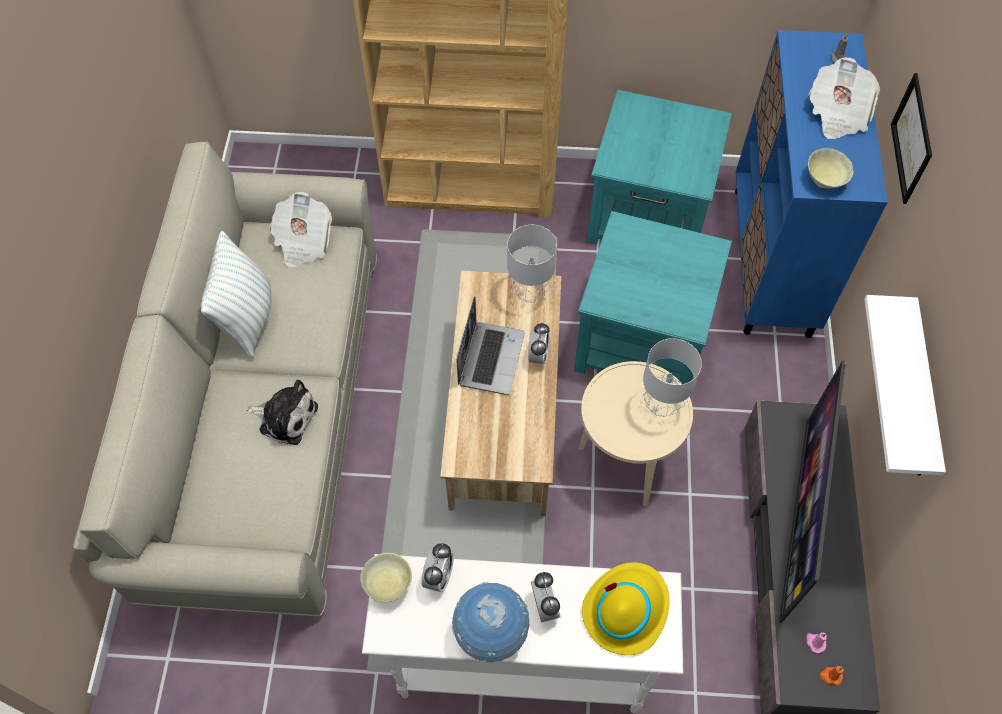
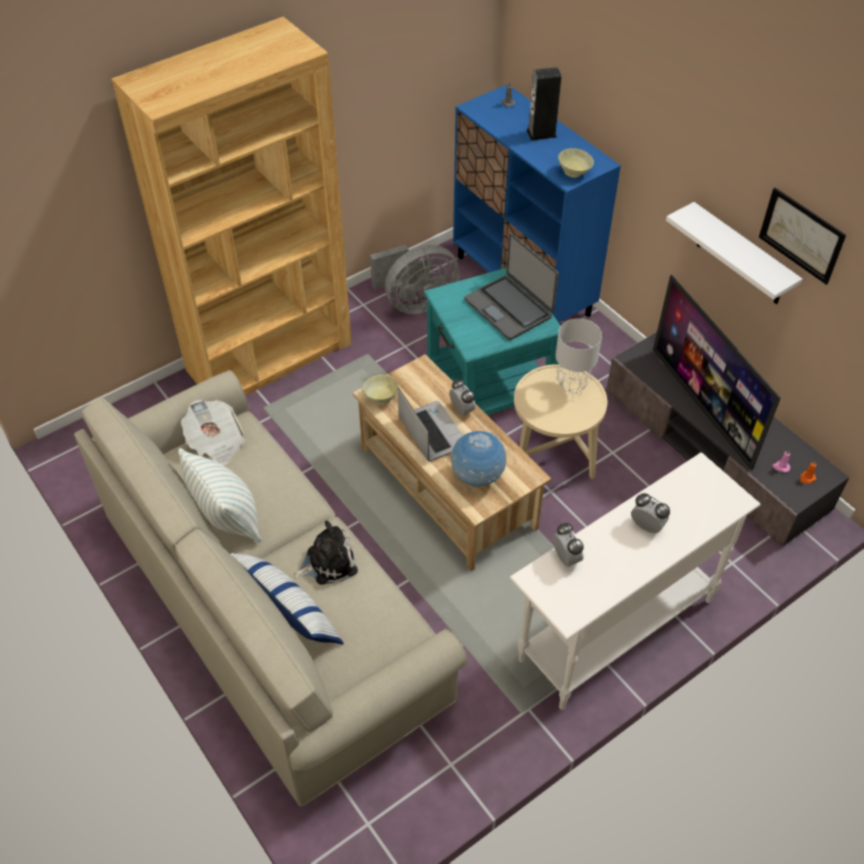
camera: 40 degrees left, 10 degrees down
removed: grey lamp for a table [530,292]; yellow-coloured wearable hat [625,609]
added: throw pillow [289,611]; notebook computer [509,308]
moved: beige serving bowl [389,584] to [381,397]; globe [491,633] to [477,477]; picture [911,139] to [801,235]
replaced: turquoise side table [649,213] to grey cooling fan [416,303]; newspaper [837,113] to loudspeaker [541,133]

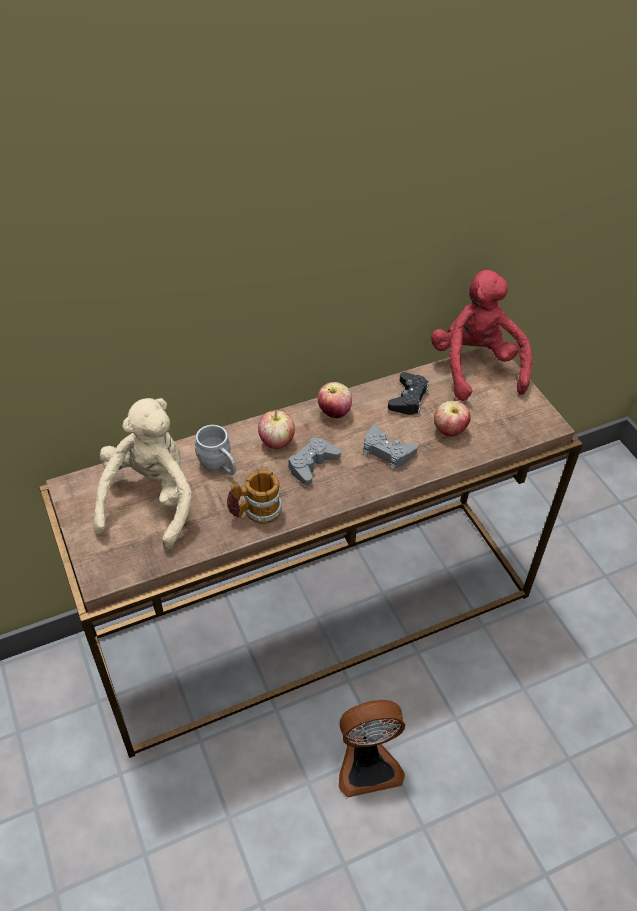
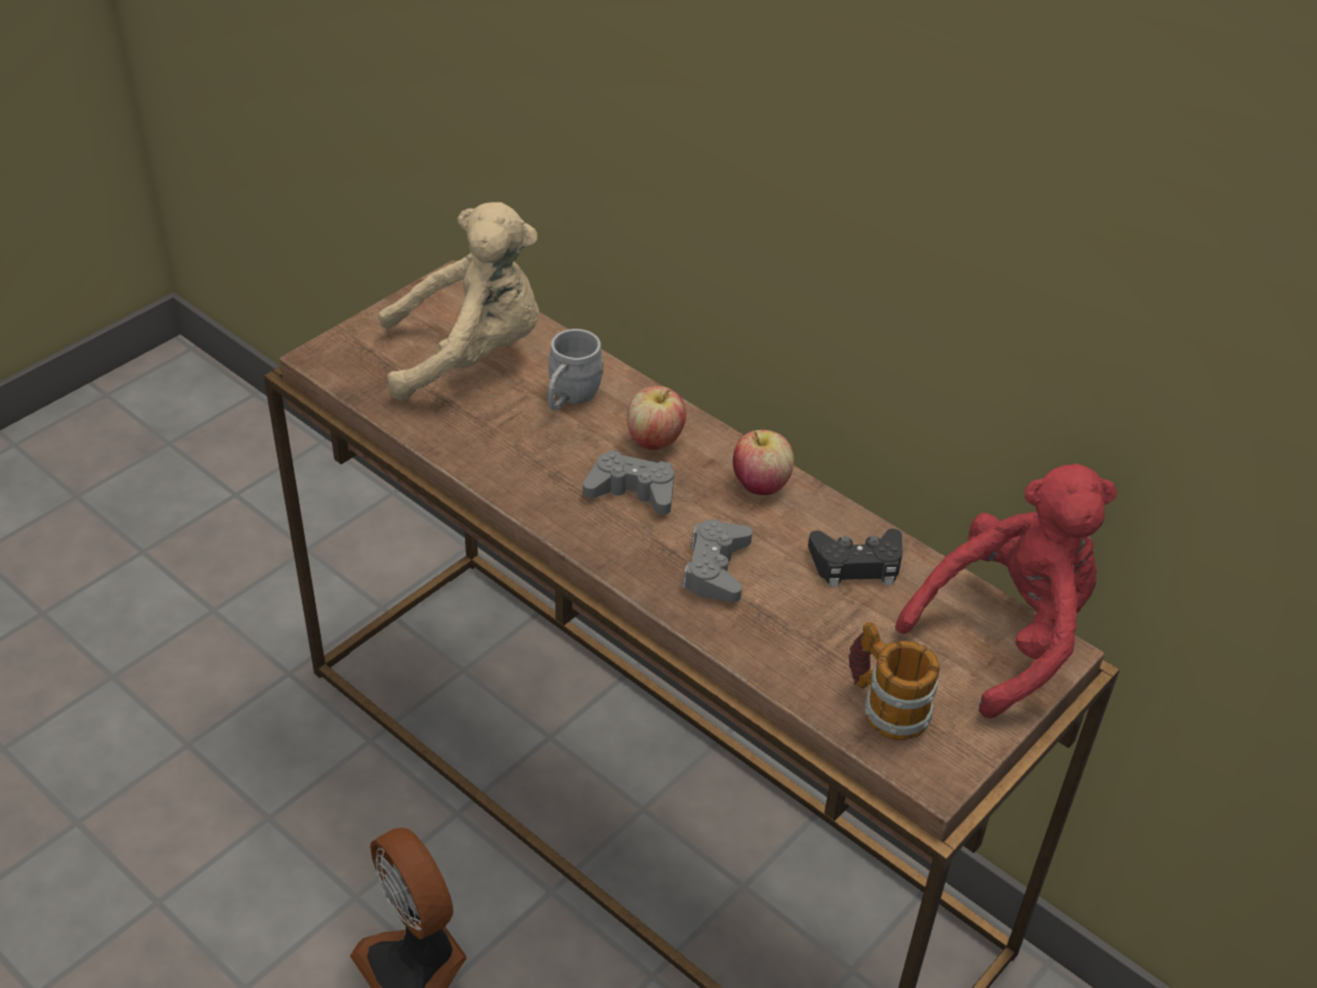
camera: 65 degrees right, 5 degrees down
removed: whole apple [449,430]
moved: coffee mug [255,512] to [885,706]

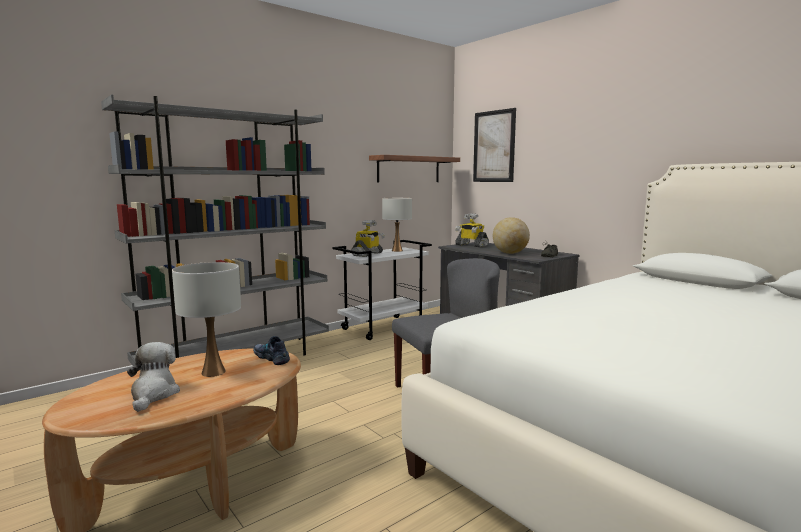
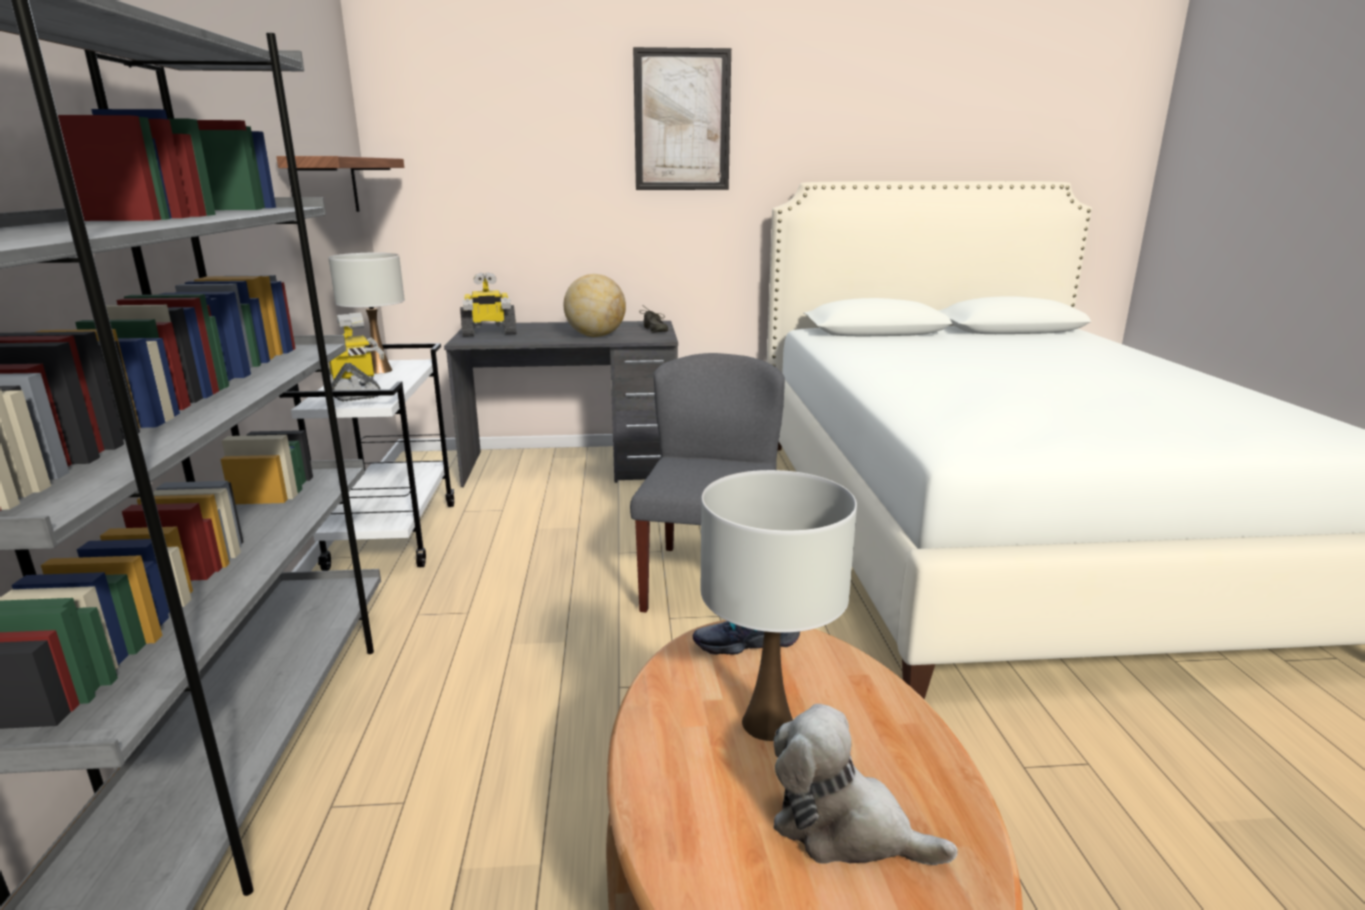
camera: 55 degrees left, 10 degrees up
moved: picture [494,146] to [682,121]

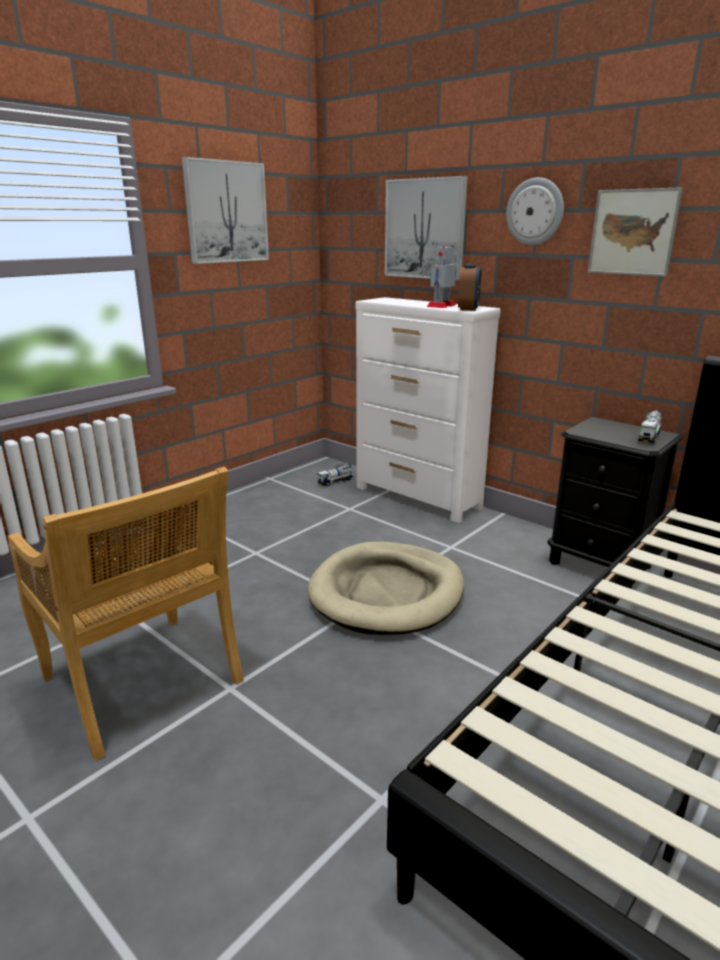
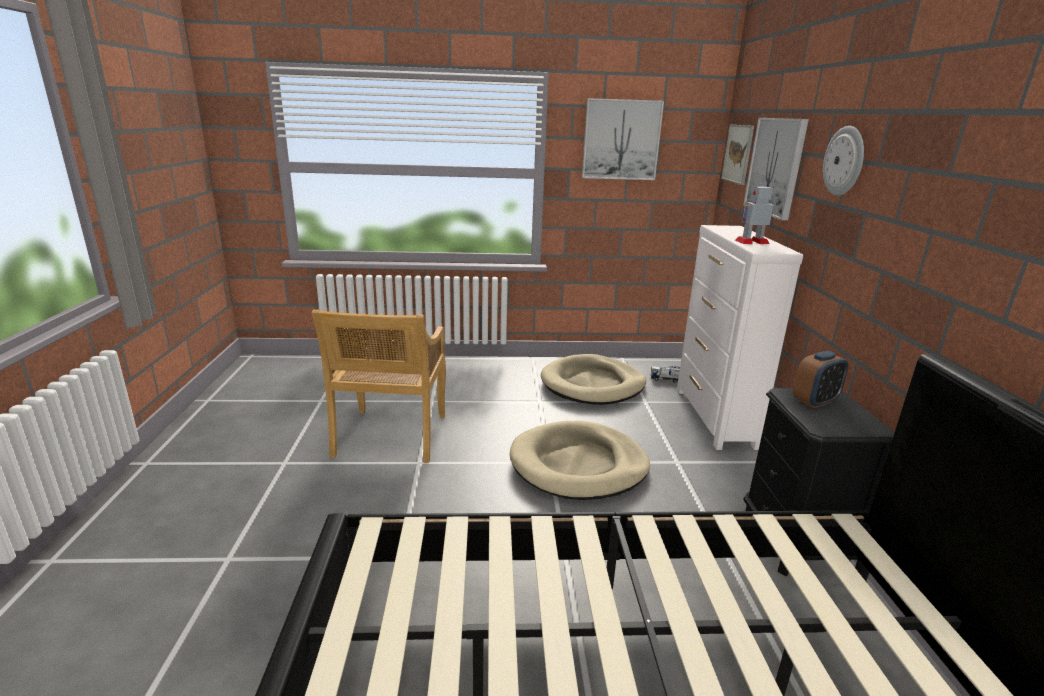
camera: 45 degrees right, 0 degrees up
removed: toy truck [649,436]
added: beige dog bed [593,384]
moved: alarm clock [468,309] to [815,401]; picture [633,232] to [738,154]

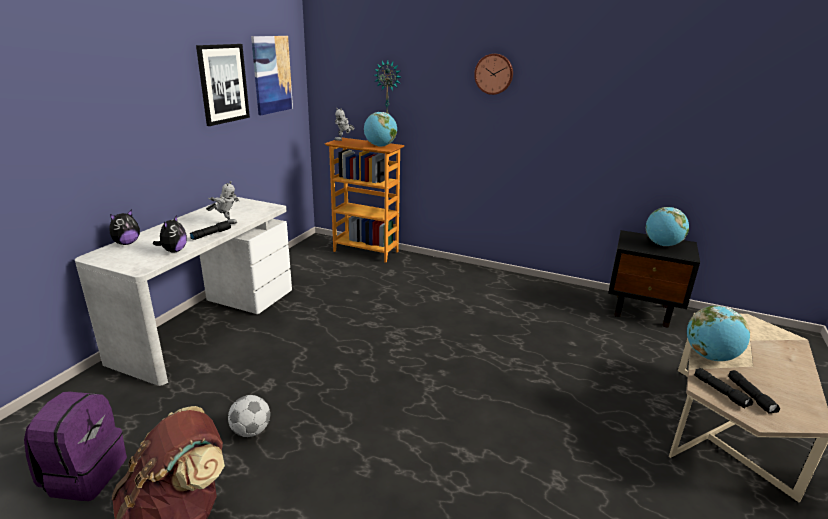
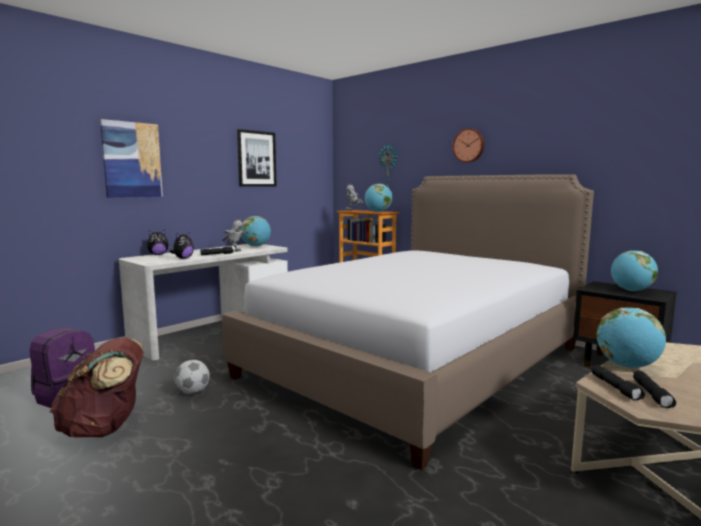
camera: 20 degrees right, 15 degrees down
added: sleeping bed [417,362]; globe [256,246]
moved: picture [272,74] to [132,160]

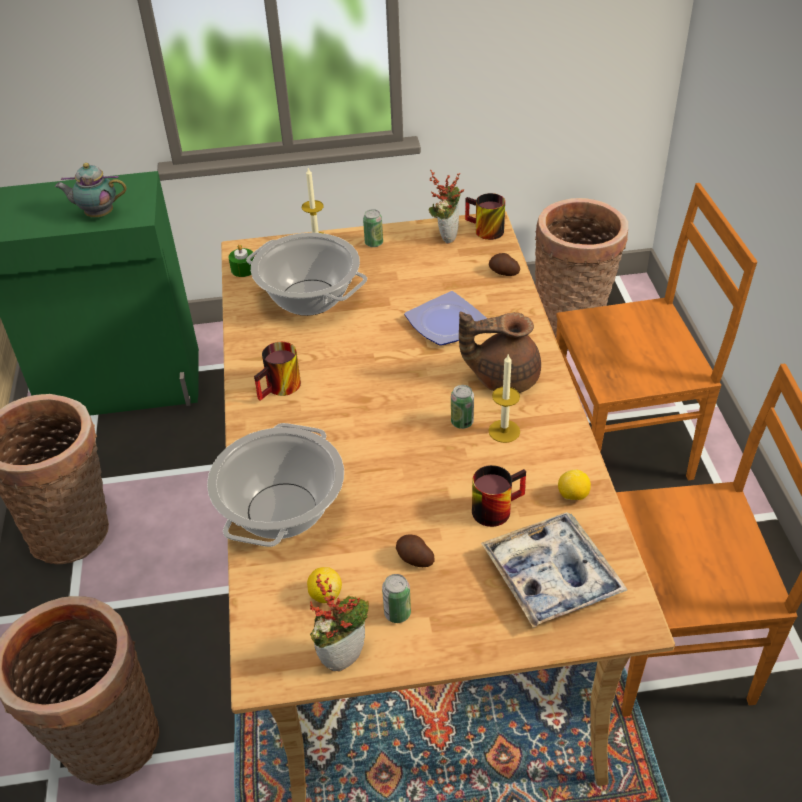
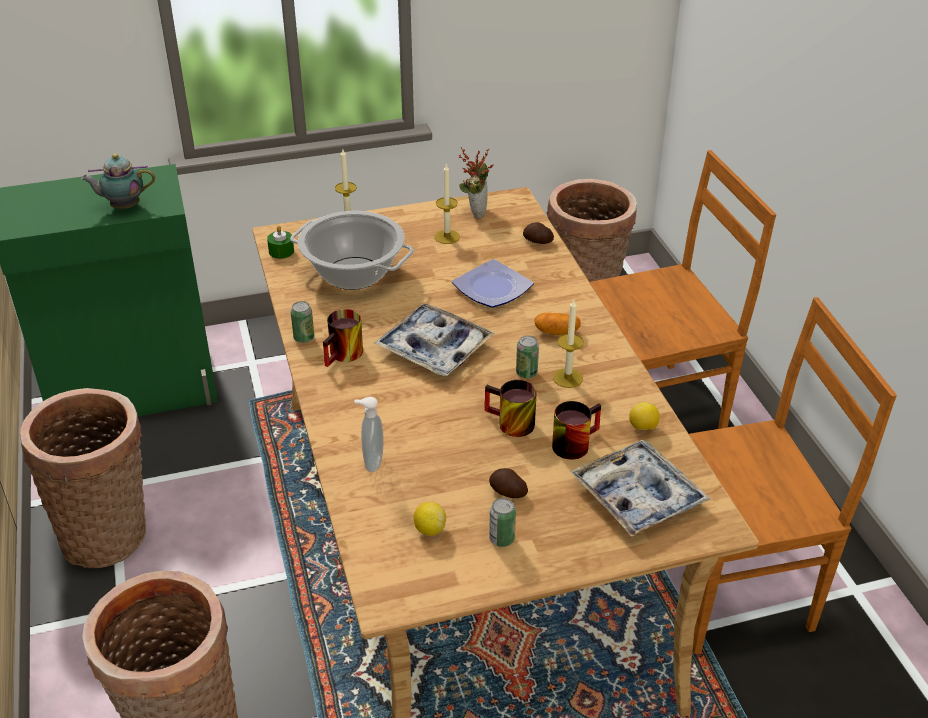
camera: 10 degrees left, 5 degrees down
removed: houseplant [343,654]
added: carrying tray [434,348]; wax light [447,237]
moved: metal can [374,243] to [304,338]; coffee mug [483,231] to [509,424]
replaced: cooking pot [282,511] to soap bottle [371,462]; brown teapot [503,377] to potato [556,332]

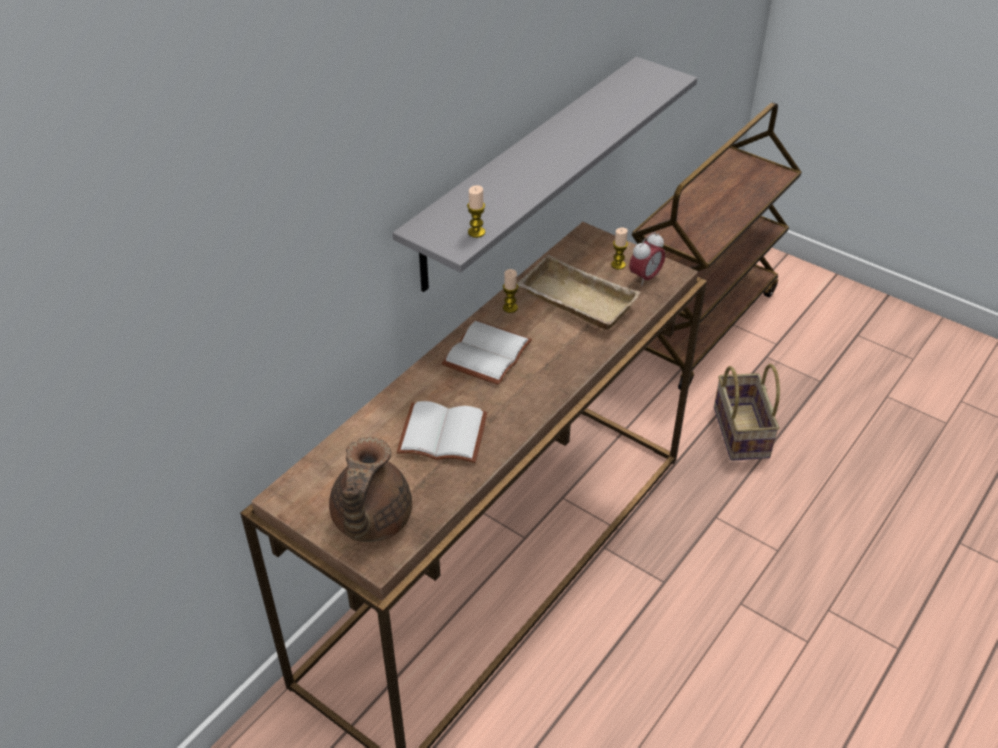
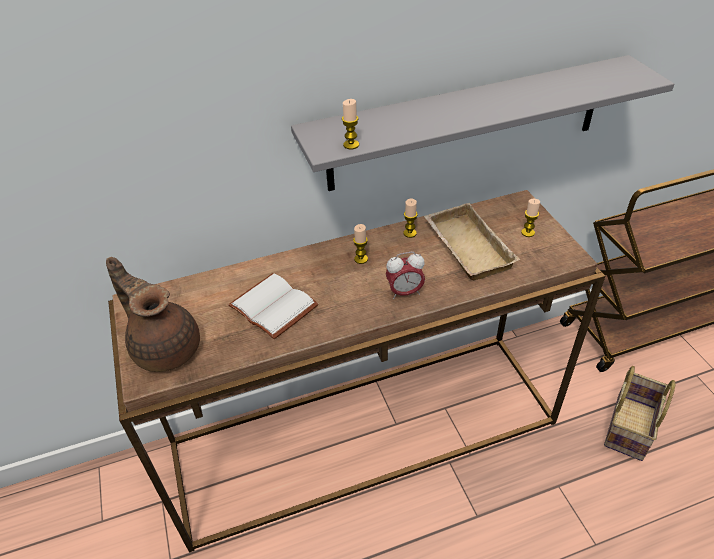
camera: 35 degrees right, 0 degrees up
moved: alarm clock [645,278] to [404,292]
replaced: white bound book [485,352] to wax light [361,259]
turned: brown teapot [370,520] = [165,347] 90 degrees clockwise

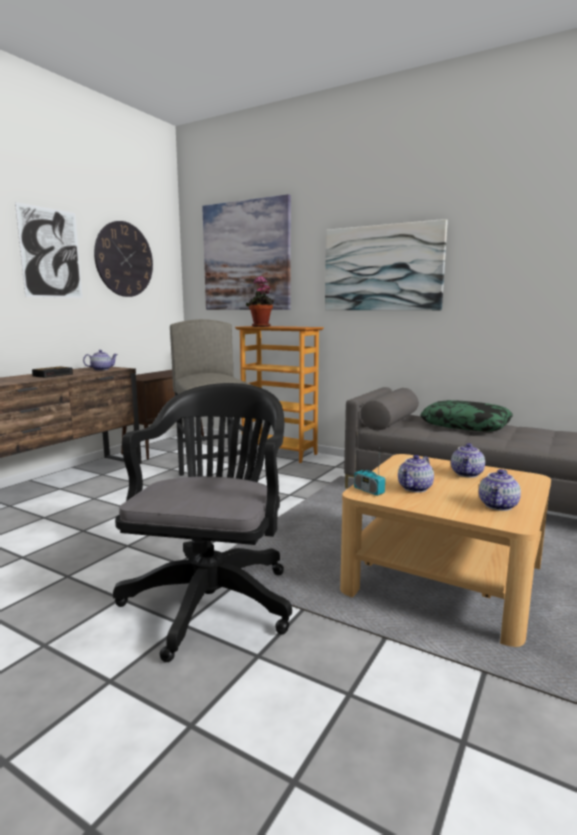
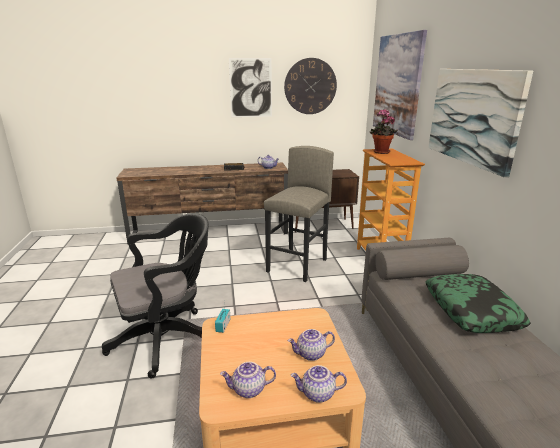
camera: 50 degrees right, 10 degrees up
moved: teapot [415,488] to [317,394]

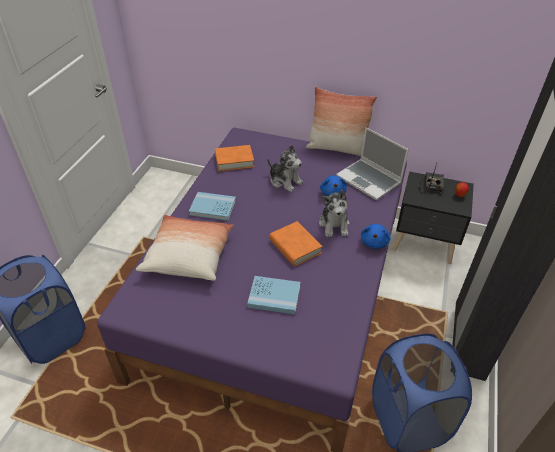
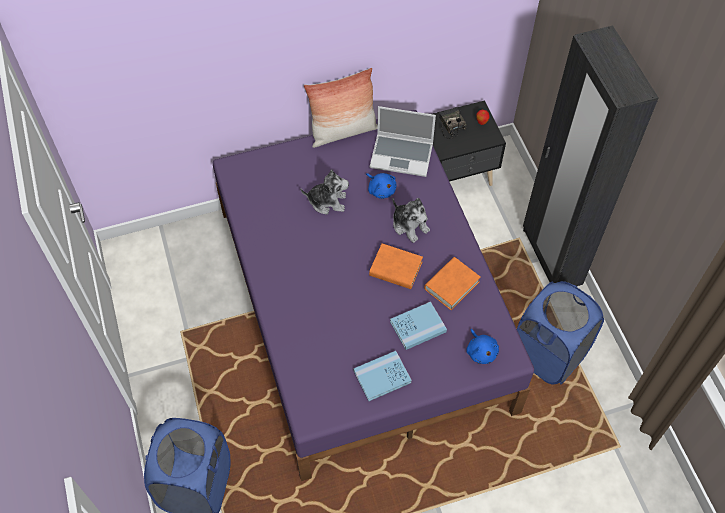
camera: 35 degrees left, 15 degrees up
removed: throw pillow [188,256]
moved: blue-coloured bound book [212,207] to [382,377]; orange-coloured bound book [234,160] to [451,285]; blue-coloured soft toy [374,242] to [481,351]

